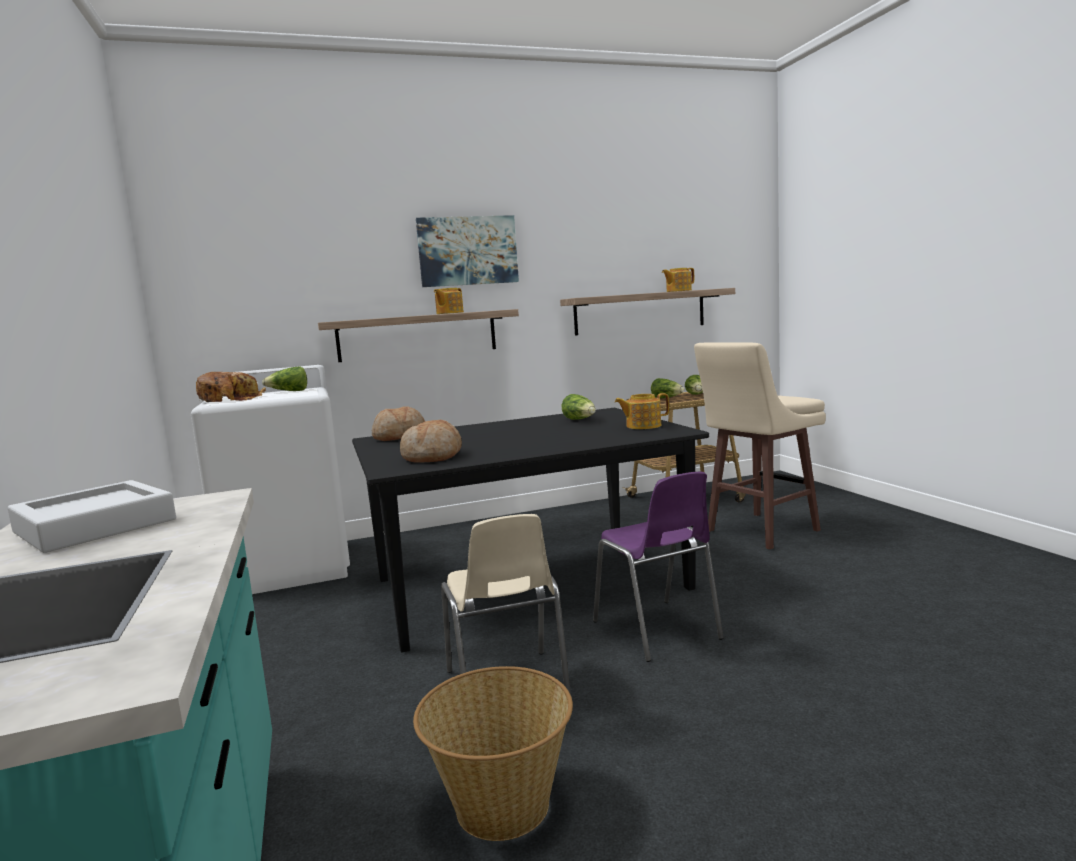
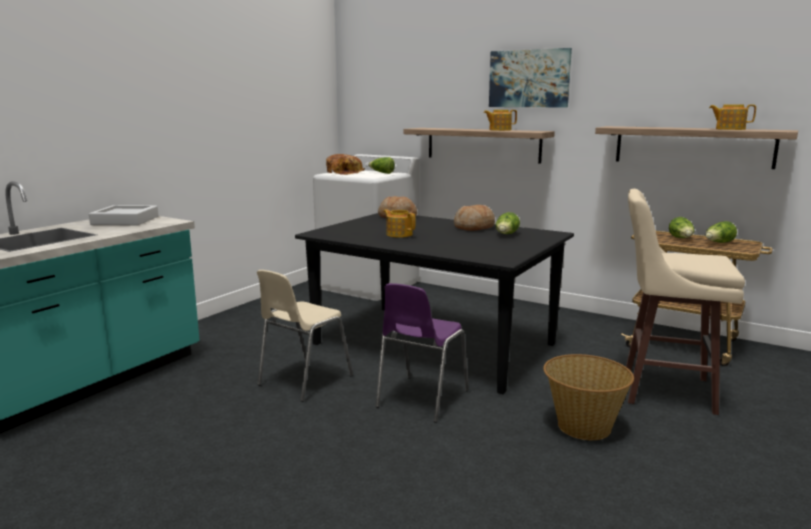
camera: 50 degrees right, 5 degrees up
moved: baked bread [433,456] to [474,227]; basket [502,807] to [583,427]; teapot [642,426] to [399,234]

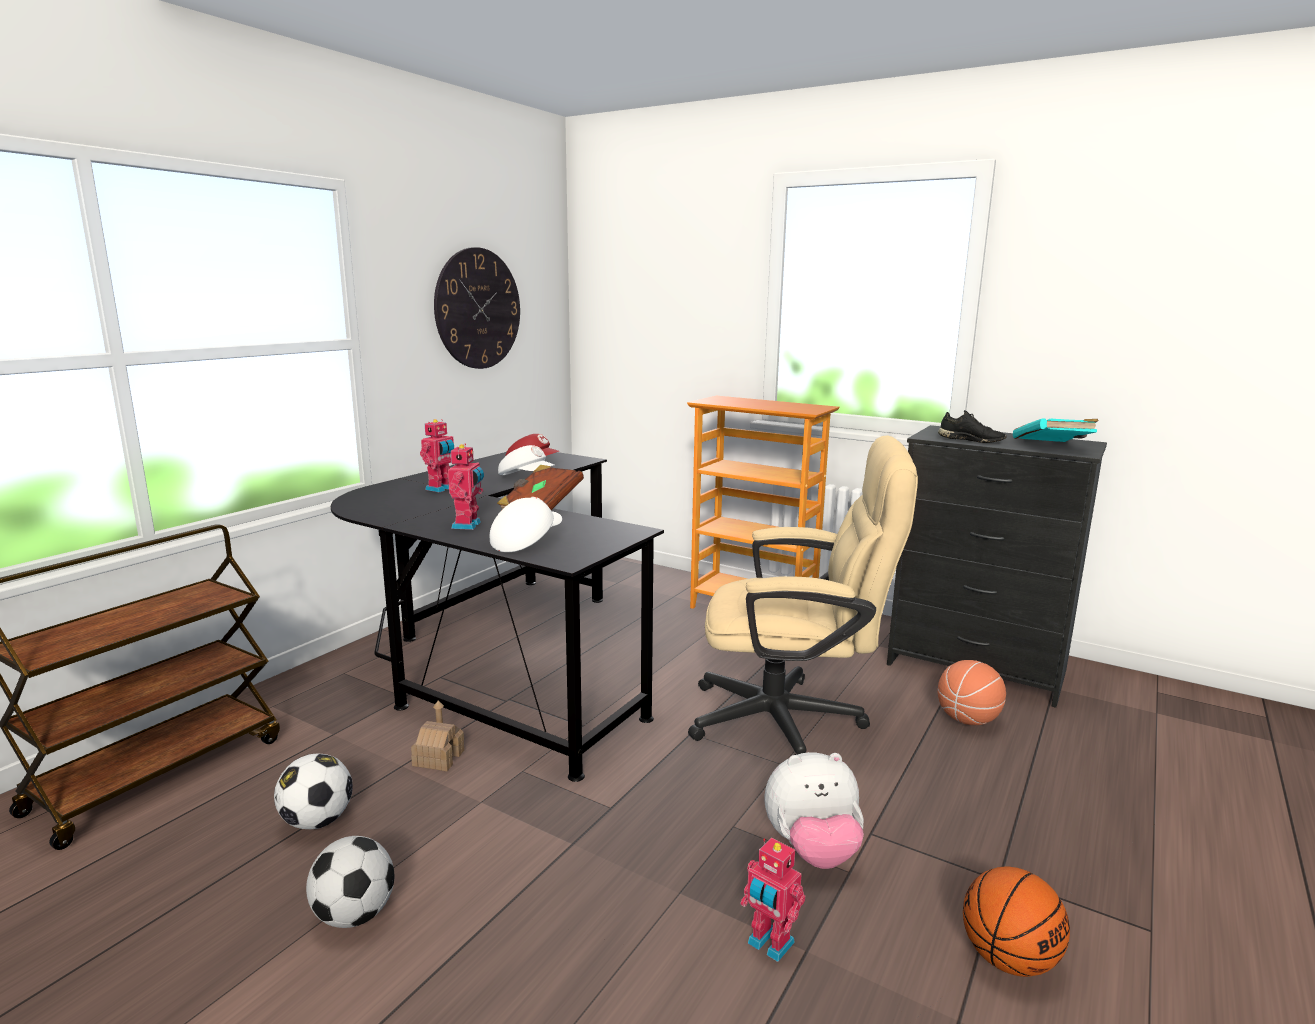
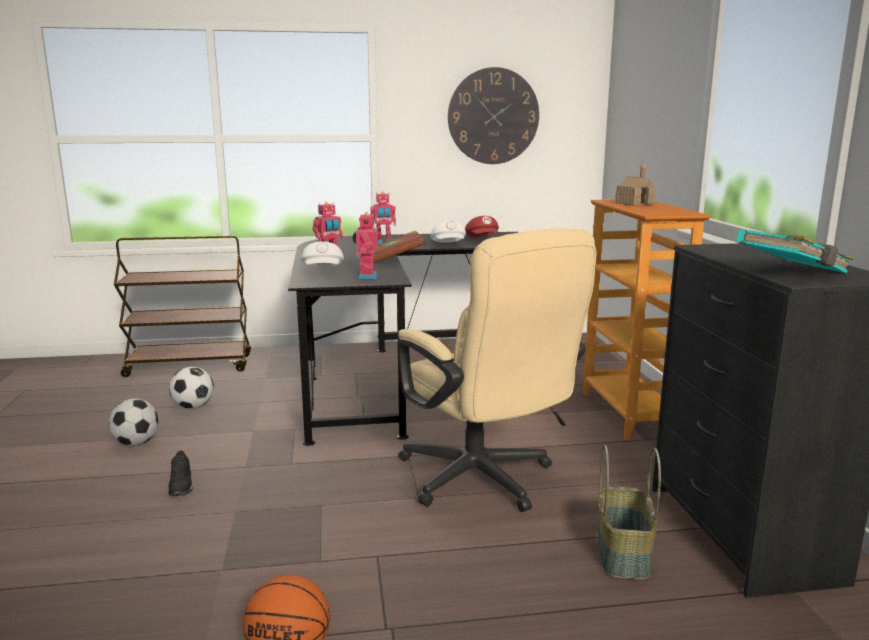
camera: 50 degrees right, 0 degrees up
removed: soft toy [812,851]
moved: miniature house [438,758] to [634,204]; robot figure [769,945] to [366,276]; black item of footwear [971,440] to [182,484]
replaced: ball for basketball [967,719] to basket [624,554]
turned: white cap [526,541] = [323,271] 90 degrees clockwise

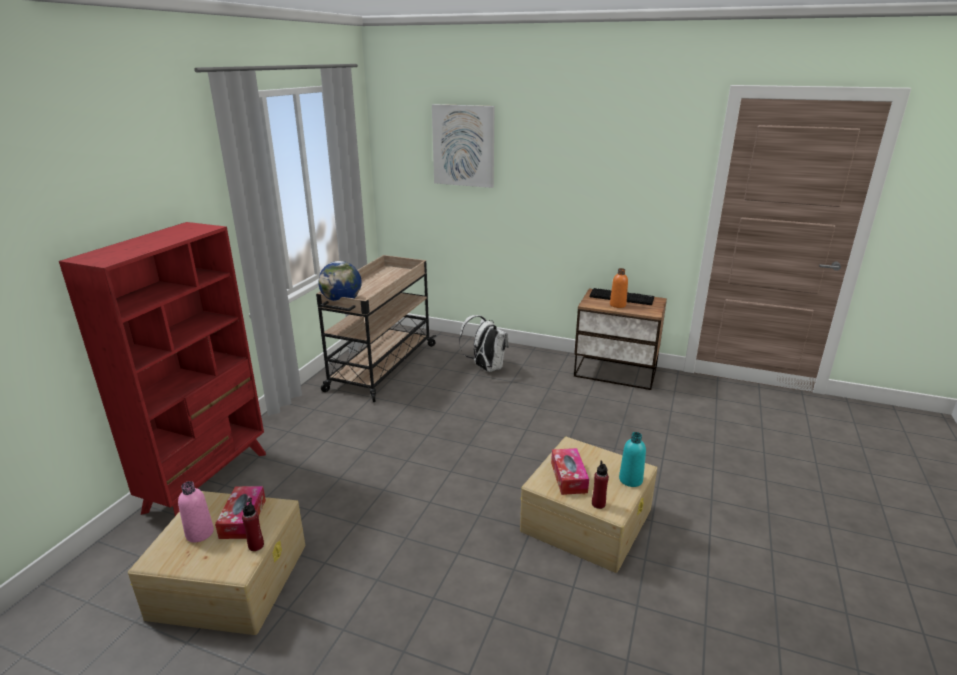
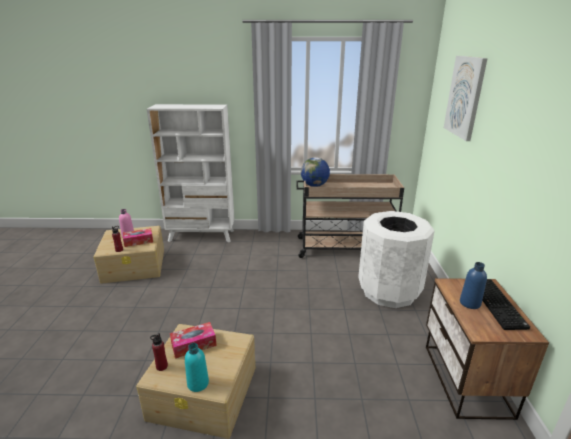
camera: 70 degrees right, 0 degrees up
replaced: white knapsack [485,368] to white rubbish bin [388,291]
recoloured: red bookshelf [208,481] to white bookshelf [202,236]; orange-coloured beverage bottle [617,305] to blue-coloured beverage bottle [470,303]

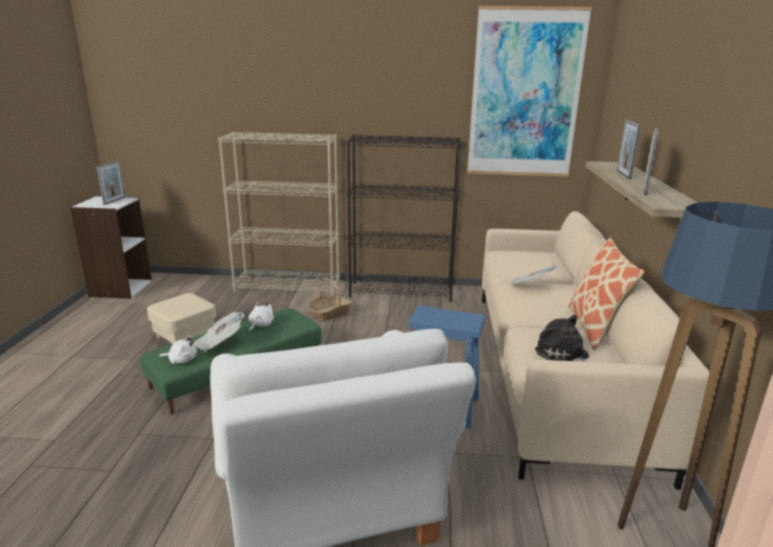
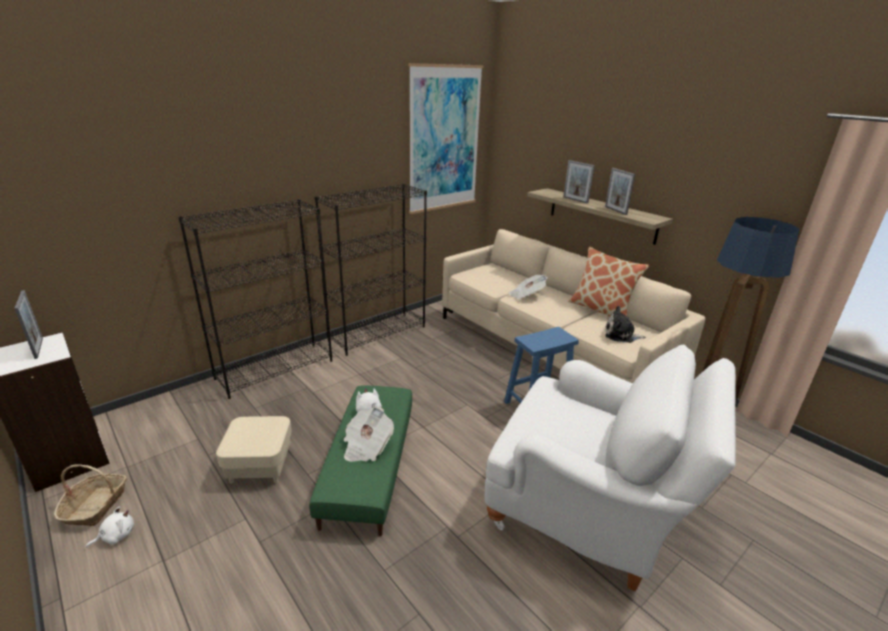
camera: 45 degrees left, 5 degrees up
moved: white soft toy [181,360] to [116,535]; basket [329,313] to [96,505]
recoloured: beige bookshelf [288,287] to black bookshelf [275,369]

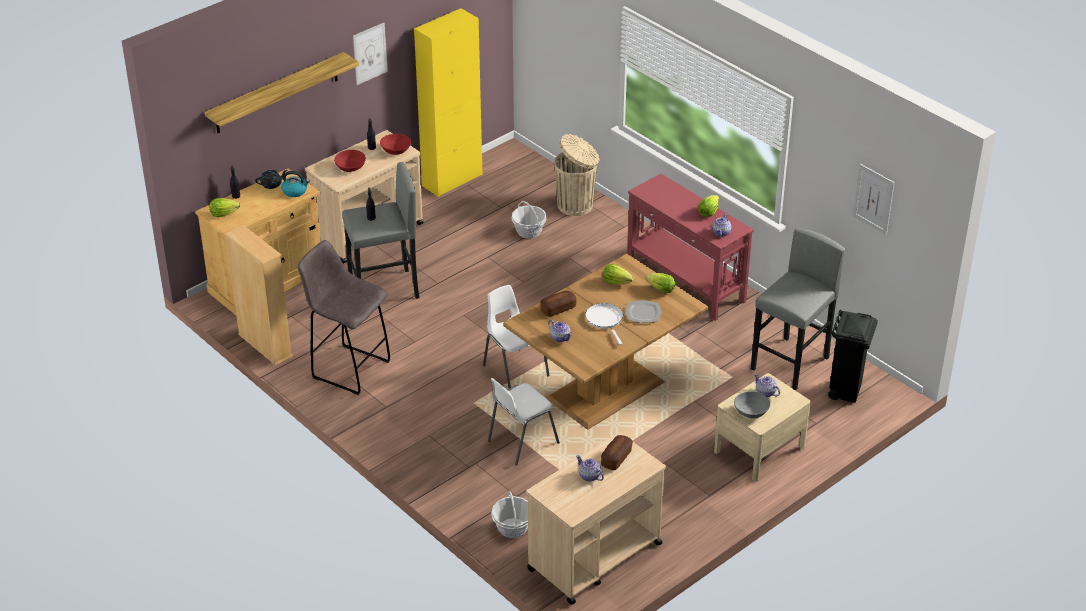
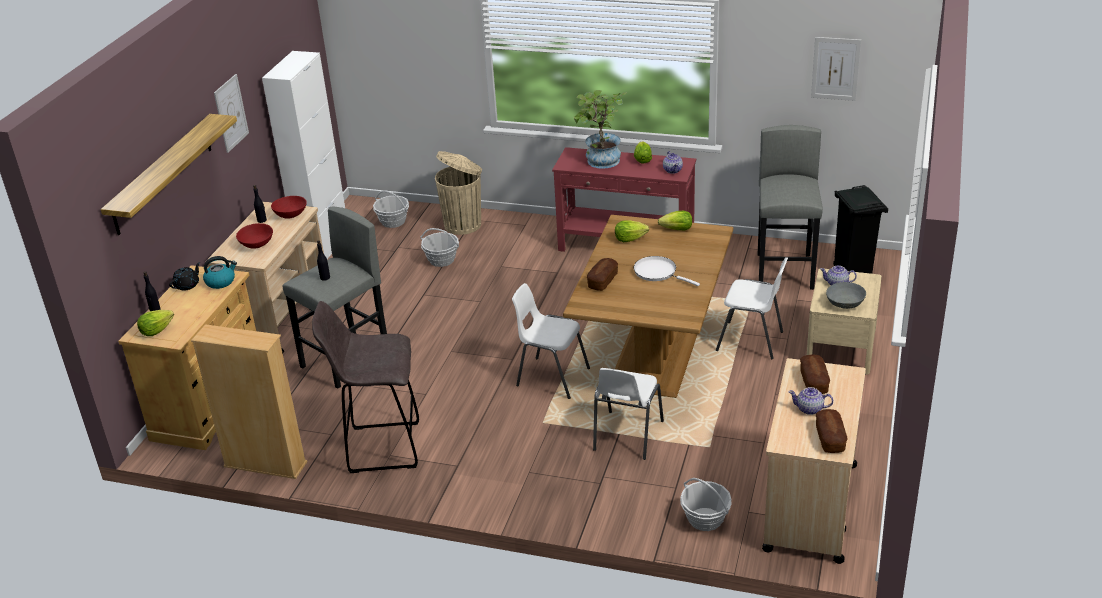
camera: 30 degrees left, 5 degrees down
removed: teapot [560,337]; dinner plate [643,313]
added: basket [393,222]; houseplant [600,163]; white chair [751,341]; baked bread [830,438]
recoloured: yellow-coloured cupboard [452,180] to white cupboard [323,247]

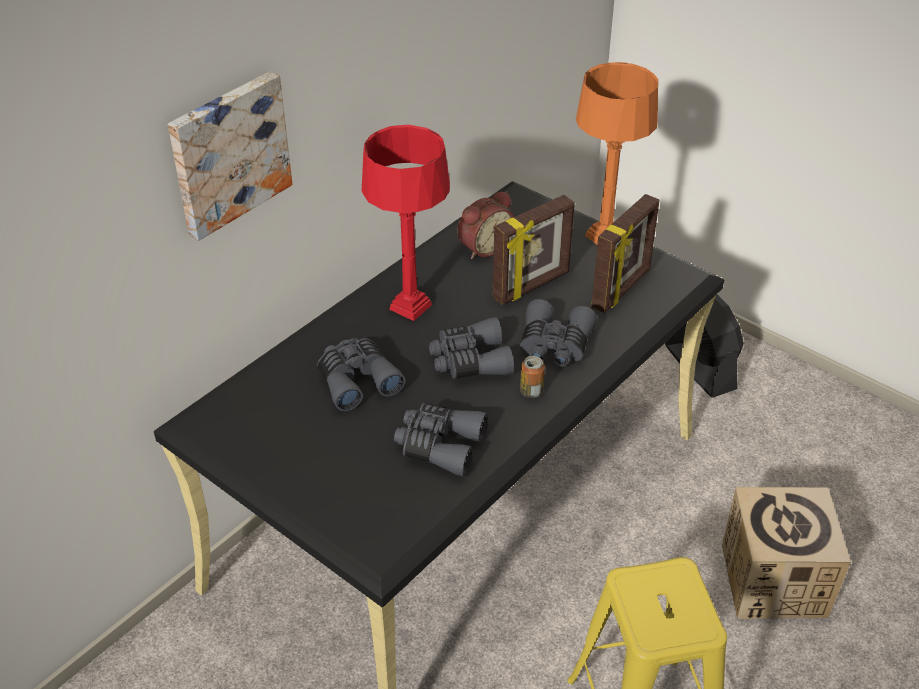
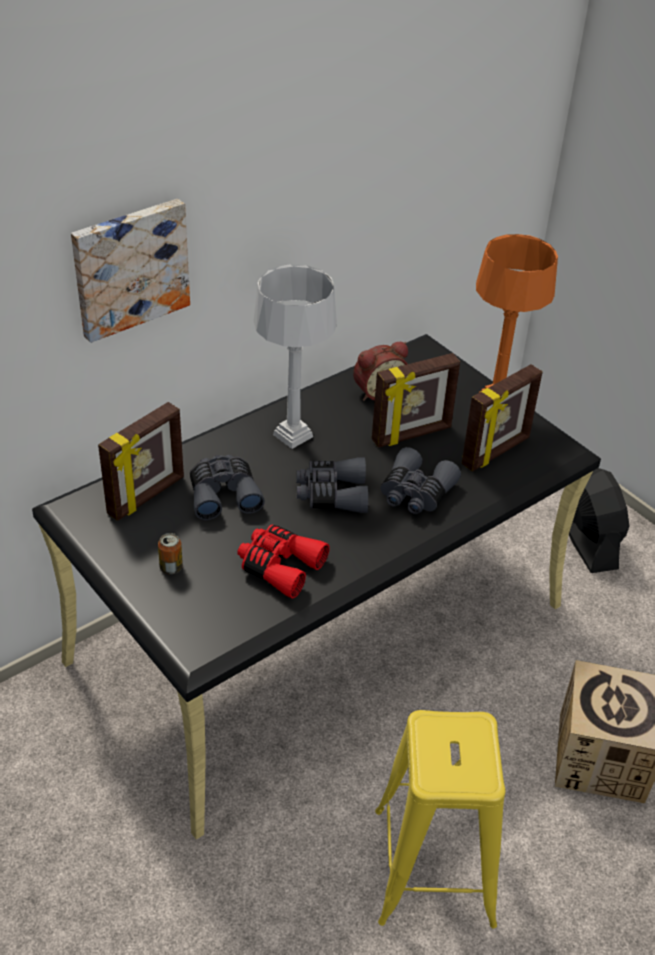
camera: 10 degrees right, 0 degrees up
added: picture frame [147,496]
moved: metal can [531,391] to [171,567]
recoloured: red lamp for a table [410,307] to grey lamp for a table [292,436]; grey field glasses [439,445] to red field glasses [279,566]

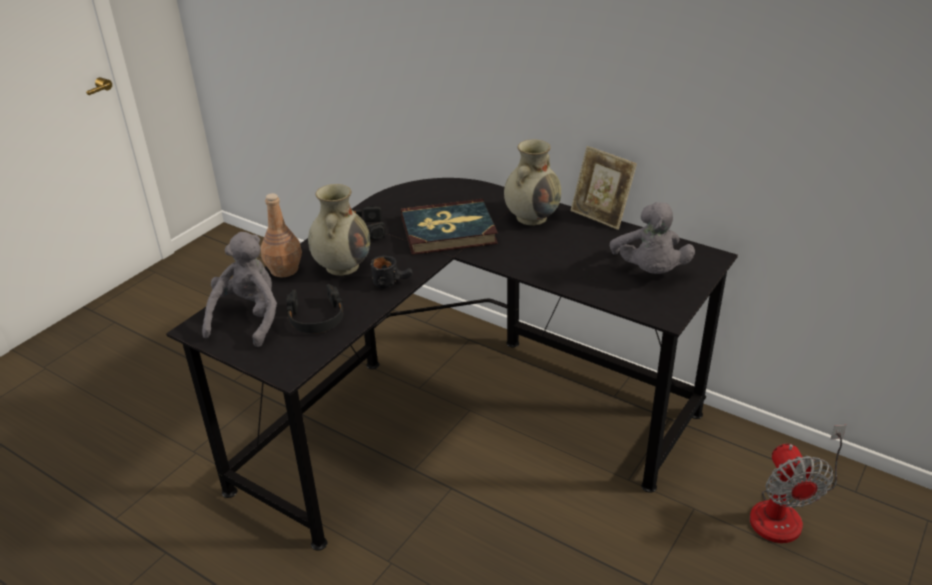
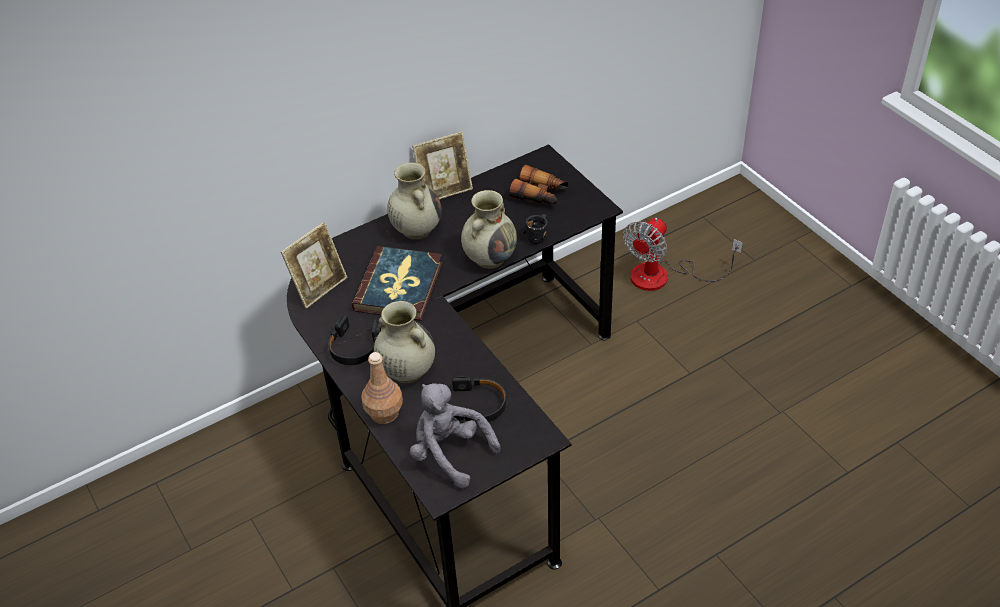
camera: 65 degrees left, 10 degrees up
added: picture frame [319,288]; beige vase [490,258]
moved: black coffee mug [392,282] to [537,234]
replaced: grey soft toy [649,271] to field glasses [540,194]
turned: cooling fan [786,511] = [663,276] 105 degrees clockwise

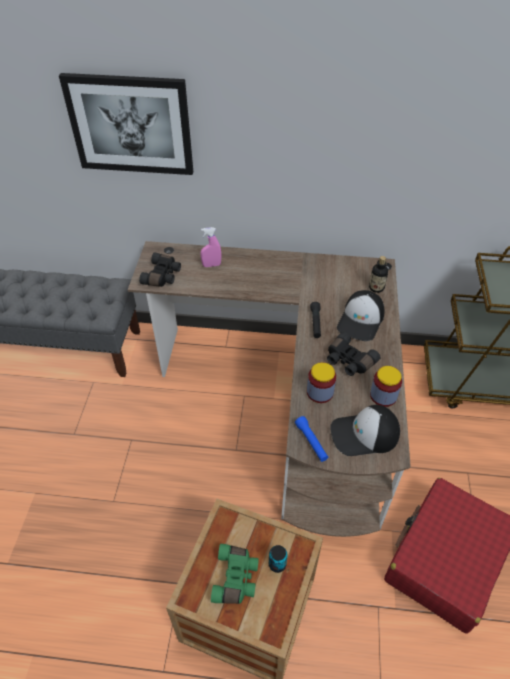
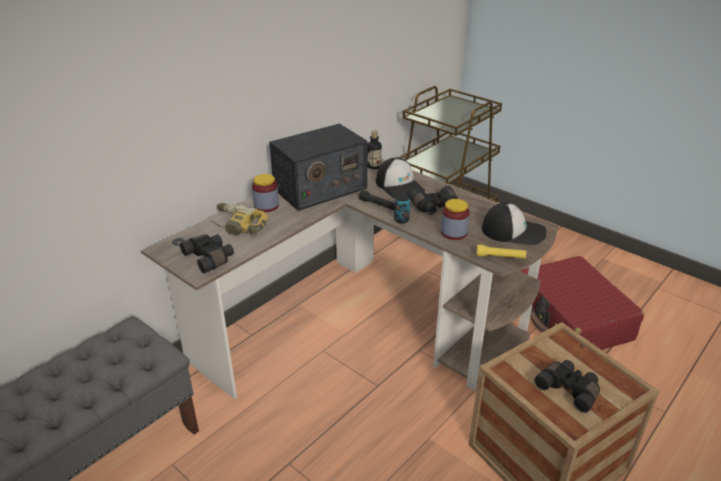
camera: 55 degrees left, 15 degrees down
removed: picture [130,125]
added: radio [319,189]
moved: metal can [277,564] to [401,220]; jar [383,395] to [266,206]
replaced: pink sprayer [211,265] to electric drill [237,226]
recoloured: green-coloured field glasses [236,578] to black field glasses [569,389]; blue-coloured hand torch [311,442] to yellow-coloured hand torch [500,257]
turned: cap [364,434] = [513,231] 105 degrees counterclockwise

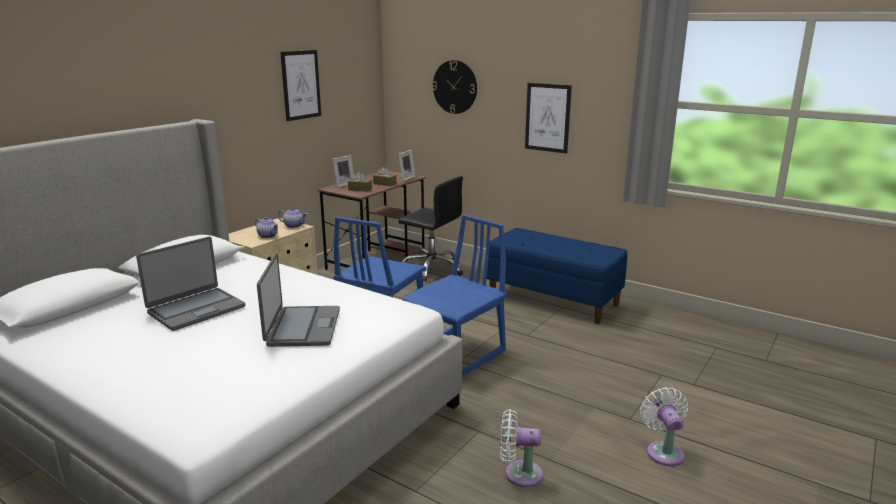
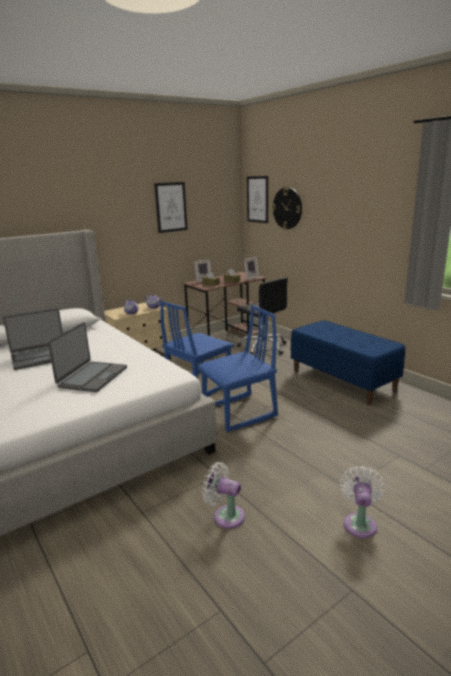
camera: 20 degrees right, 0 degrees up
moved: picture [547,117] to [257,199]

